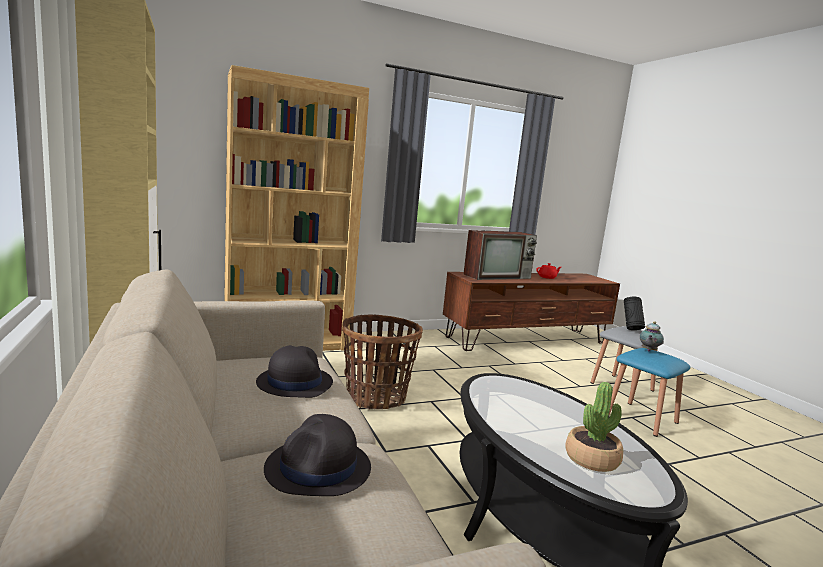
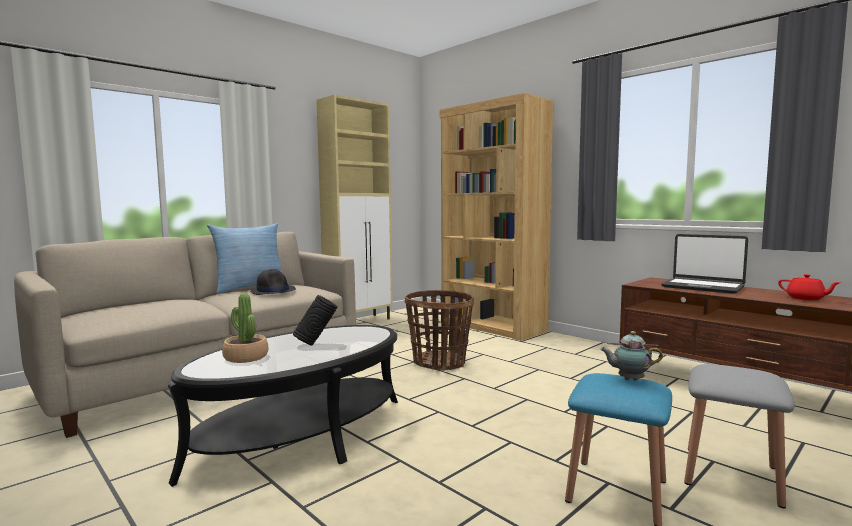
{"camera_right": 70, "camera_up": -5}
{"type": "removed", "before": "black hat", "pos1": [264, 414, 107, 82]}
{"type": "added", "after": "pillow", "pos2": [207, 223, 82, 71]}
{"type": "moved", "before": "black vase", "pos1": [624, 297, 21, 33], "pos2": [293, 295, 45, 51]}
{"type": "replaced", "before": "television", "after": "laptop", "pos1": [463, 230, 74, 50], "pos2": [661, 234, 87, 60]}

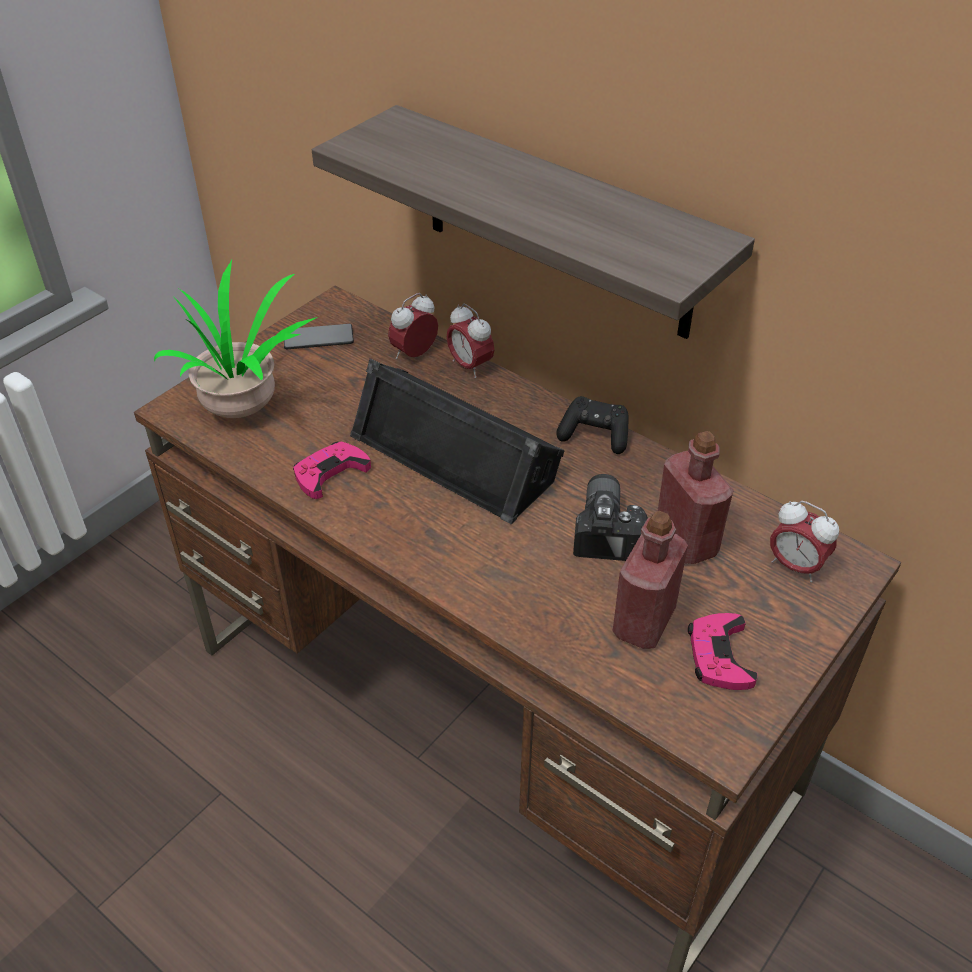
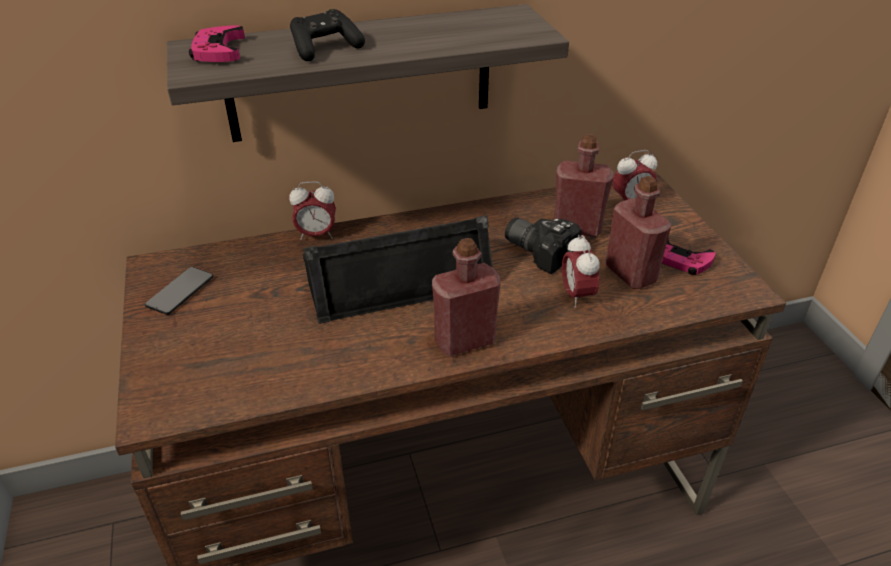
{"camera_right": -55, "camera_up": -5}
{"type": "removed", "before": "potted plant", "pos1": [154, 260, 163, 158]}
{"type": "added", "after": "red bottle", "pos2": [432, 238, 69, 118]}
{"type": "moved", "before": "pink game controller", "pos1": [293, 442, 78, 57], "pos2": [189, 26, 56, 36]}
{"type": "moved", "before": "alarm clock", "pos1": [388, 293, 50, 66], "pos2": [562, 235, 38, 73]}
{"type": "moved", "before": "black game controller", "pos1": [556, 396, 72, 58], "pos2": [290, 9, 75, 52]}

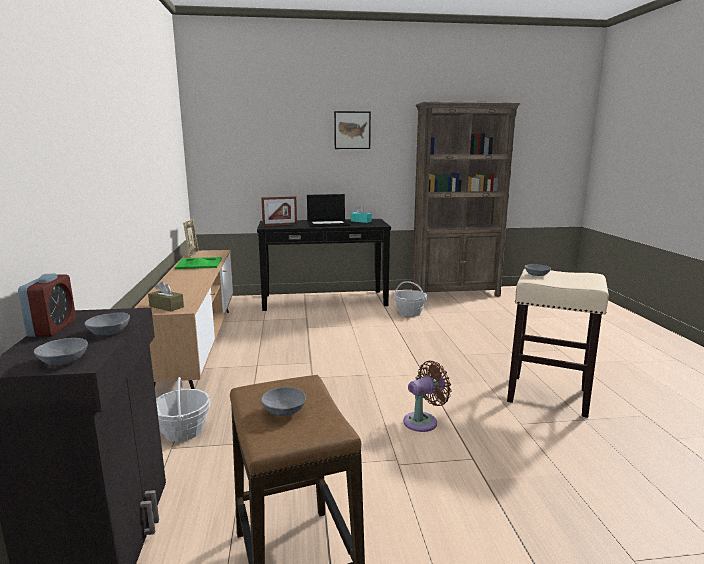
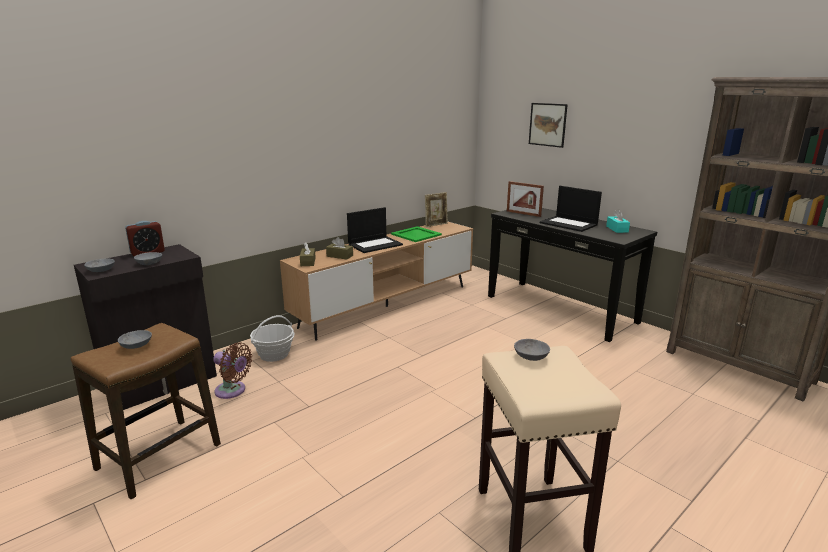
{"camera_right": 55, "camera_up": 5}
{"type": "removed", "before": "basket", "pos1": [394, 281, 33, 35]}
{"type": "added", "after": "brown tissue box", "pos2": [326, 237, 27, 22]}
{"type": "added", "after": "laptop", "pos2": [347, 207, 56, 46]}
{"type": "moved", "before": "picture", "pos1": [334, 111, 37, 38], "pos2": [529, 103, 39, 45]}
{"type": "moved", "before": "brown fan", "pos1": [403, 361, 48, 71], "pos2": [213, 343, 39, 56]}

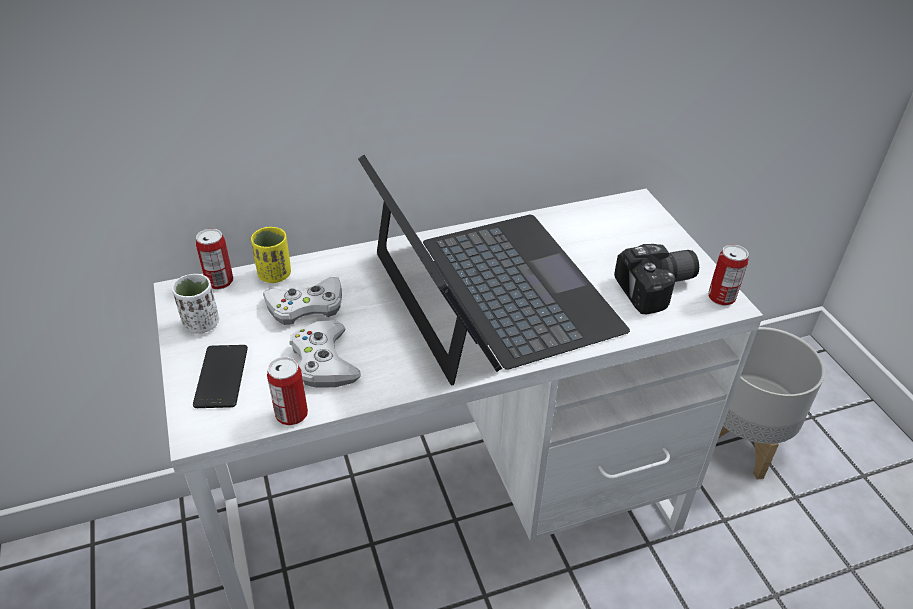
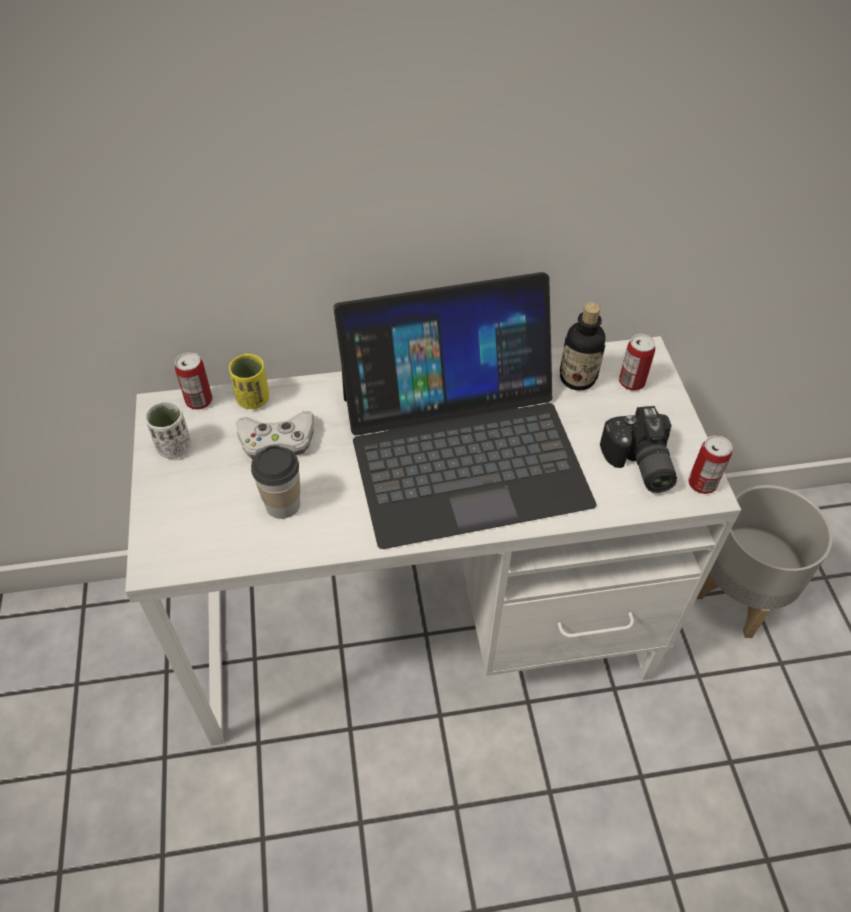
{"camera_right": 10, "camera_up": 10}
{"type": "removed", "before": "phone", "pos1": [193, 345, 55, 63]}
{"type": "added", "after": "bottle", "pos2": [560, 302, 46, 89]}
{"type": "moved", "before": "can", "pos1": [267, 357, 41, 69], "pos2": [619, 334, 36, 57]}
{"type": "replaced", "before": "white game controller", "after": "cup", "pos1": [290, 320, 71, 68], "pos2": [251, 446, 49, 73]}
{"type": "turned", "before": "laptop", "pos1": [358, 155, 272, 230], "pos2": [333, 272, 263, 277], "turn": 90}
{"type": "turned", "before": "photo camera", "pos1": [614, 244, 85, 70], "pos2": [600, 406, 77, 87], "turn": 90}

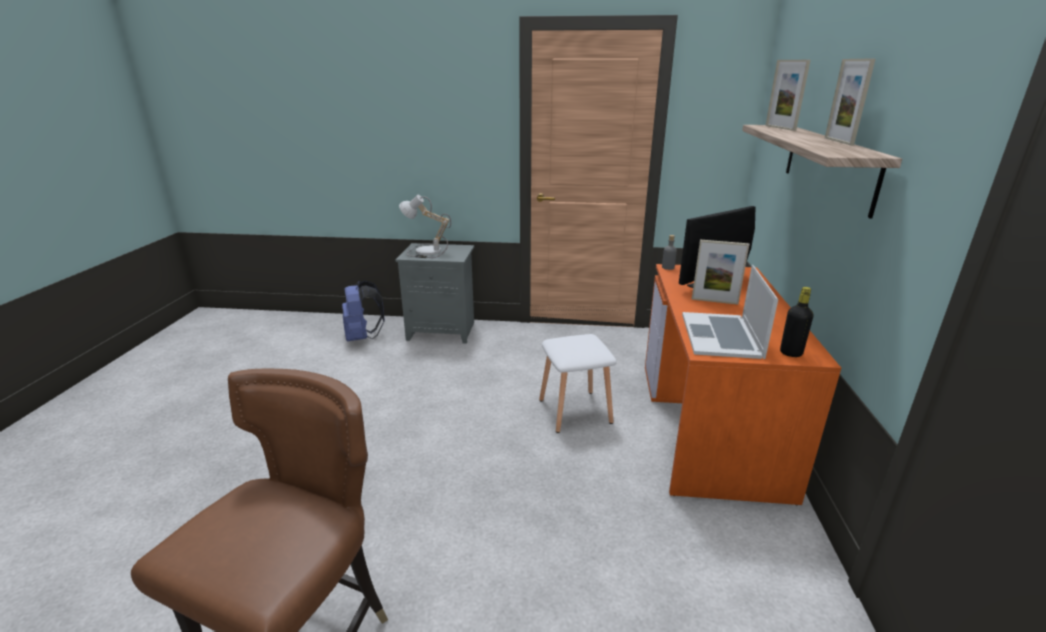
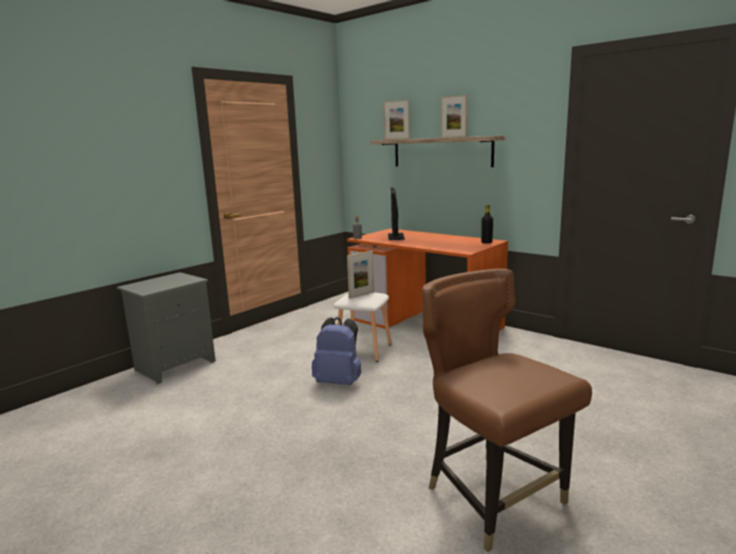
{"camera_right": -55, "camera_up": -10}
{"type": "removed", "before": "table lamp", "pos1": [399, 195, 52, 63]}
{"type": "removed", "before": "laptop", "pos1": [682, 265, 96, 94]}
{"type": "moved", "before": "blue backpack", "pos1": [342, 280, 43, 61], "pos2": [312, 317, 49, 68]}
{"type": "moved", "before": "picture frame", "pos1": [692, 240, 57, 65], "pos2": [347, 251, 27, 47]}

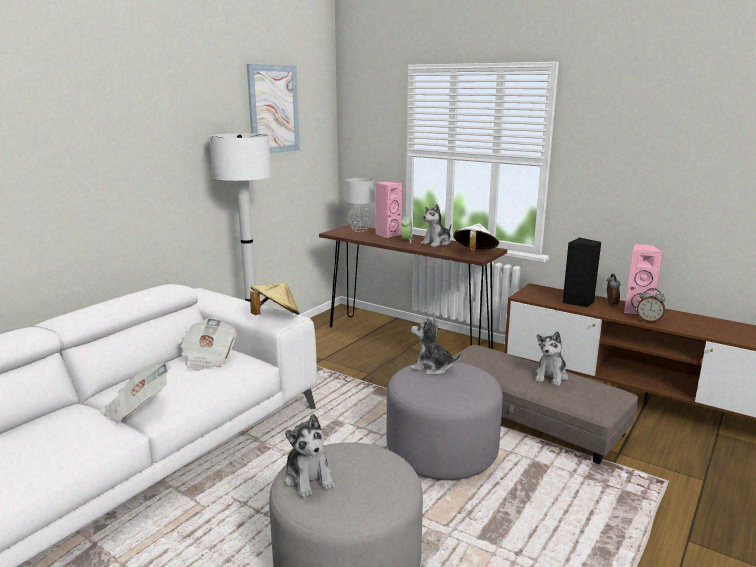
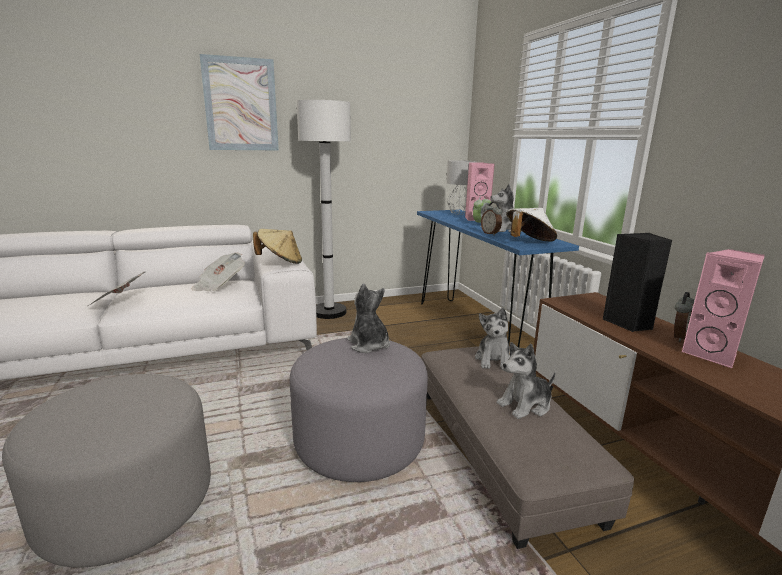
{"camera_right": 35, "camera_up": 0}
{"type": "moved", "before": "picture", "pos1": [247, 64, 53, 90], "pos2": [200, 54, 79, 96]}
{"type": "moved", "before": "plush toy", "pos1": [284, 414, 51, 84], "pos2": [475, 308, 35, 62]}
{"type": "moved", "before": "alarm clock", "pos1": [637, 288, 28, 35], "pos2": [481, 202, 21, 34]}
{"type": "recoloured", "before": "brown console table", "after": "blue console table", "pos1": [319, 225, 188, 124], "pos2": [417, 210, 162, 138]}

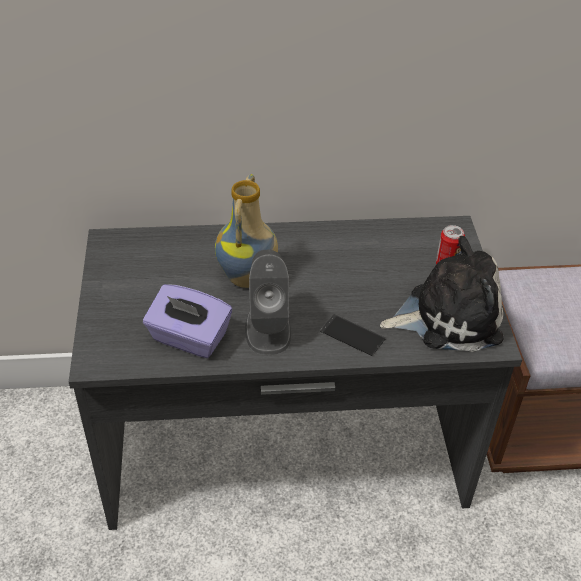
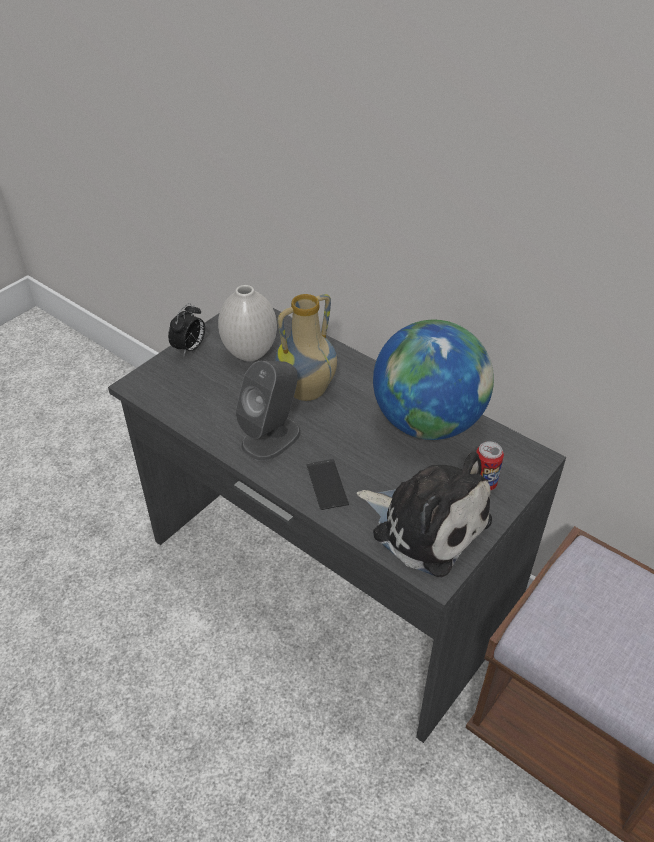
{"camera_right": 45, "camera_up": 0}
{"type": "removed", "before": "purple tissue box", "pos1": [143, 284, 89, 74]}
{"type": "added", "after": "alarm clock", "pos2": [168, 303, 37, 52]}
{"type": "added", "after": "white vase", "pos2": [218, 285, 59, 77]}
{"type": "added", "after": "globe", "pos2": [373, 320, 121, 120]}

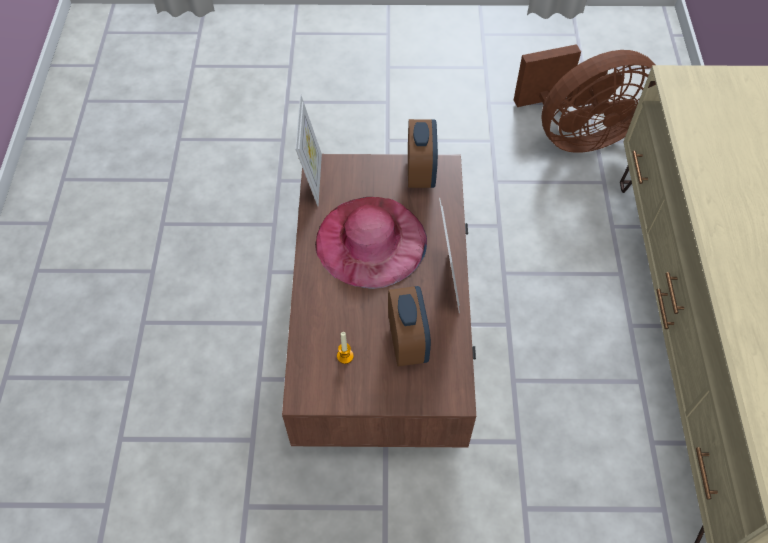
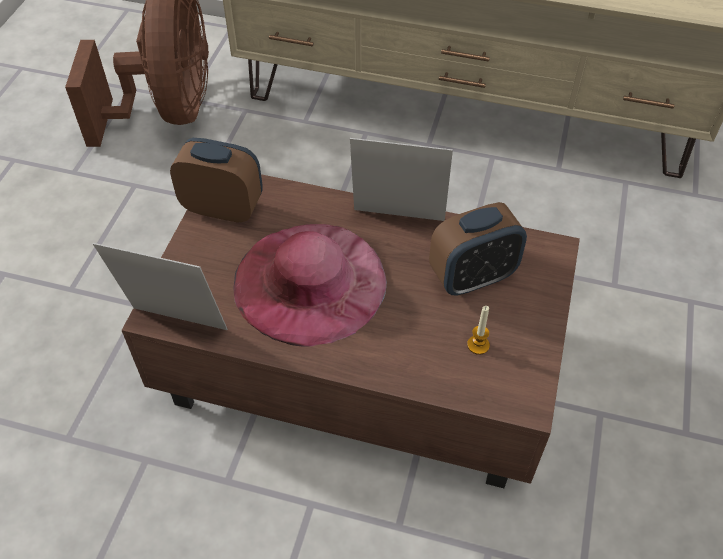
{"camera_right": -75, "camera_up": -5}
{"type": "turned", "before": "alarm clock", "pos1": [388, 286, 43, 81], "pos2": [429, 202, 98, 94], "turn": 150}

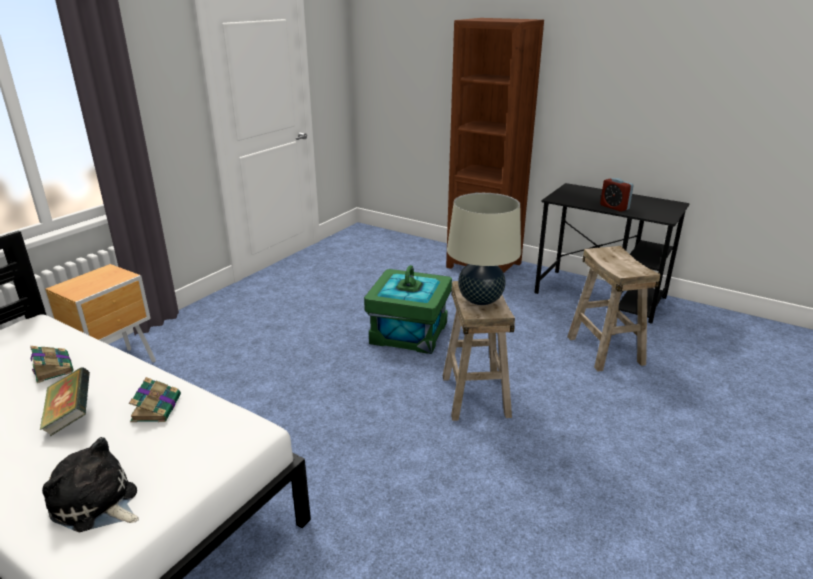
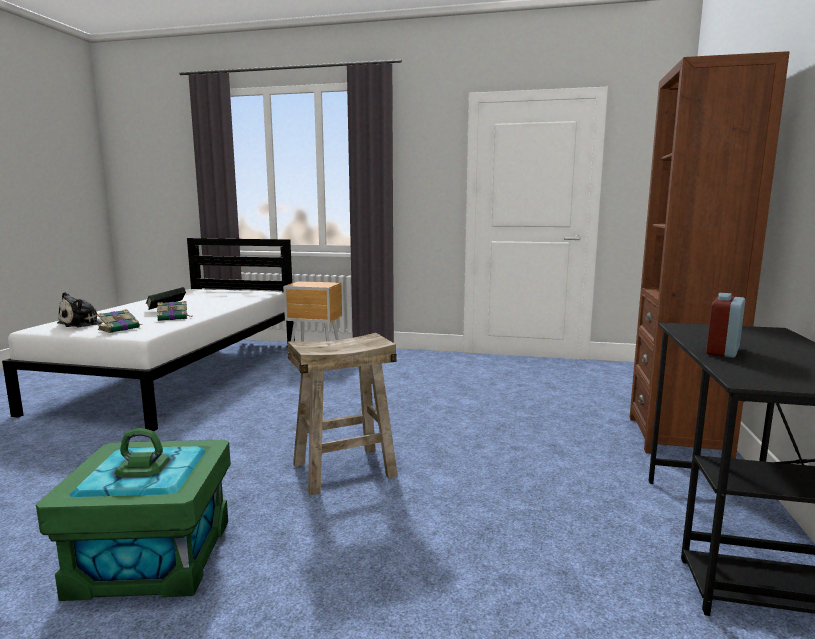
{"camera_right": 70, "camera_up": -15}
{"type": "removed", "before": "beige table lamp", "pos1": [447, 193, 74, 112]}
{"type": "removed", "before": "beige stool", "pos1": [567, 246, 94, 126]}
{"type": "moved", "before": "book", "pos1": [30, 346, 43, 37], "pos2": [97, 309, 46, 24]}
{"type": "moved", "before": "green storage box", "pos1": [364, 265, 88, 89], "pos2": [36, 428, 195, 173]}
{"type": "turned", "before": "plush toy", "pos1": [42, 437, 97, 95], "pos2": [57, 292, 46, 35], "turn": -150}

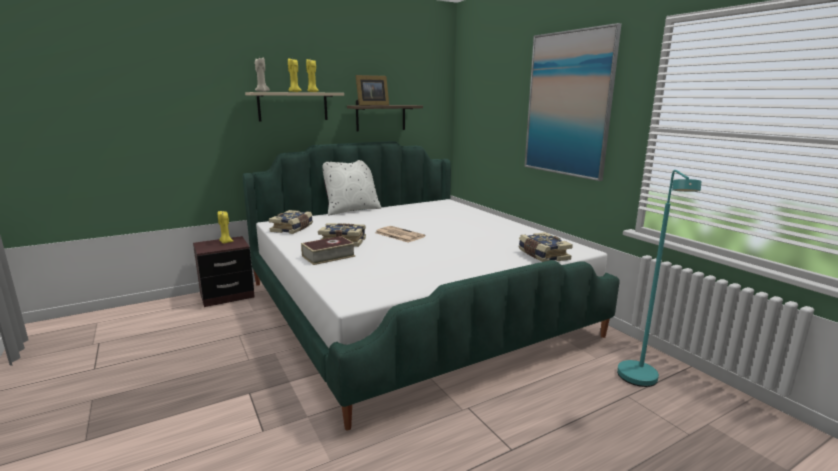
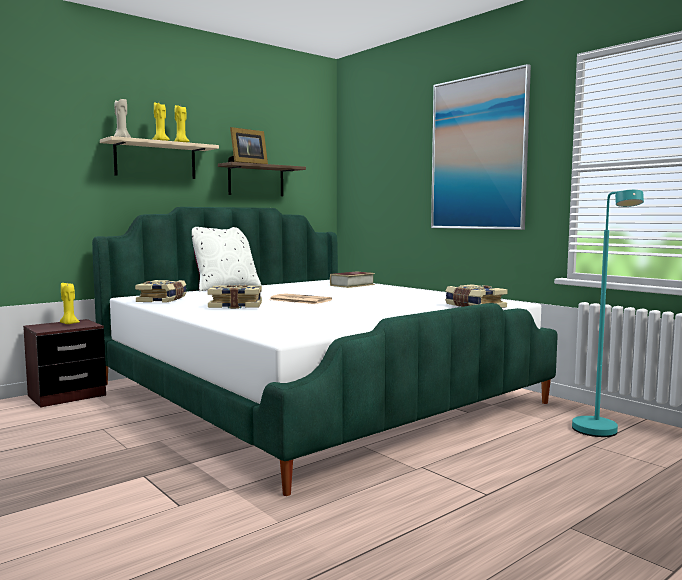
{"camera_right": -10, "camera_up": -10}
{"type": "moved", "before": "book", "pos1": [301, 236, 54, 29], "pos2": [330, 271, 45, 17]}

